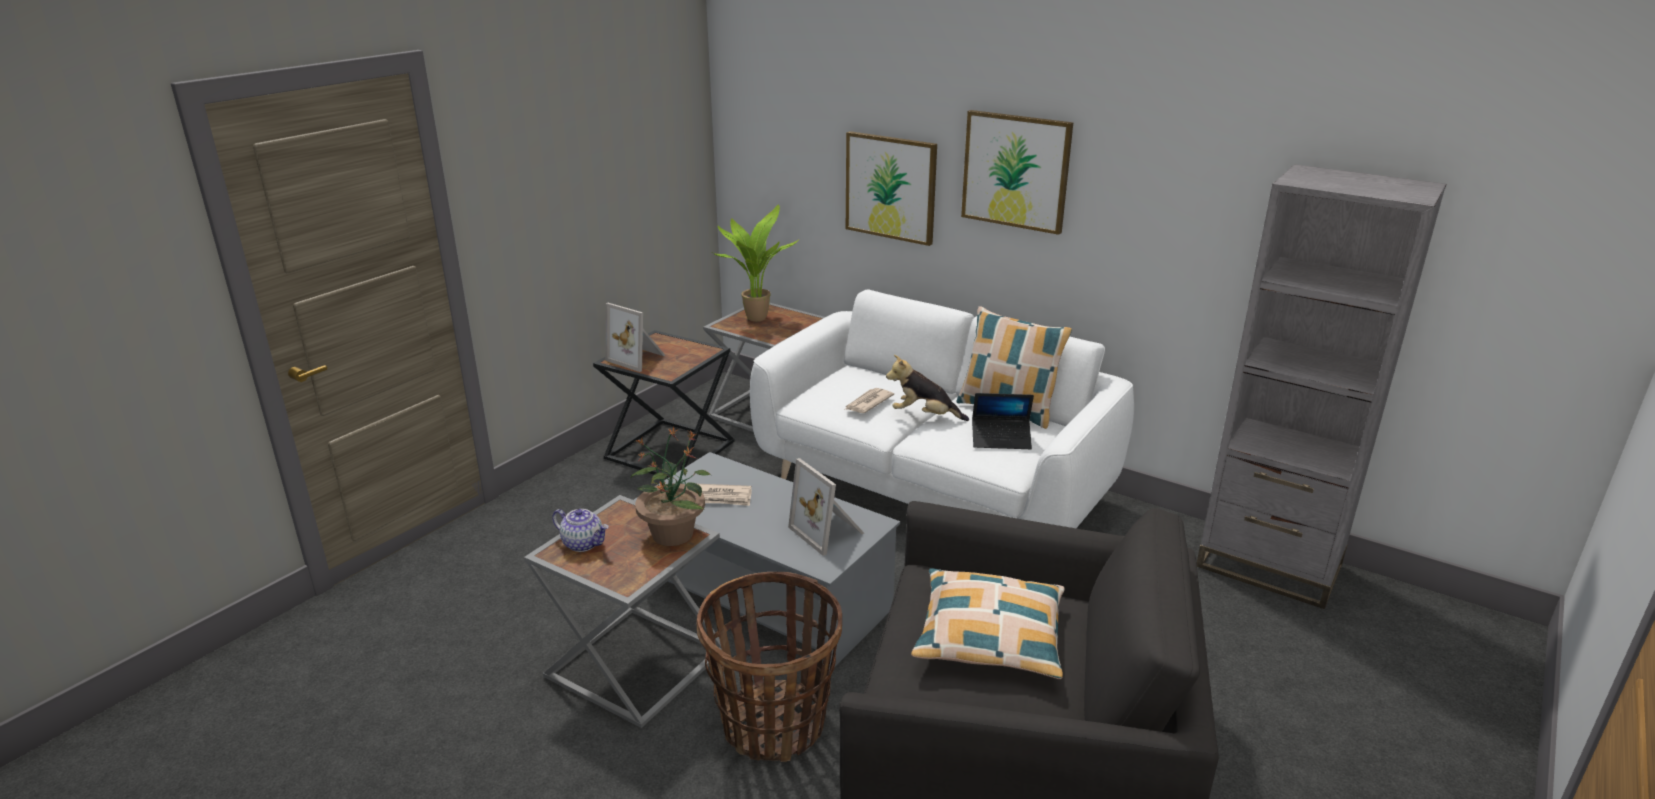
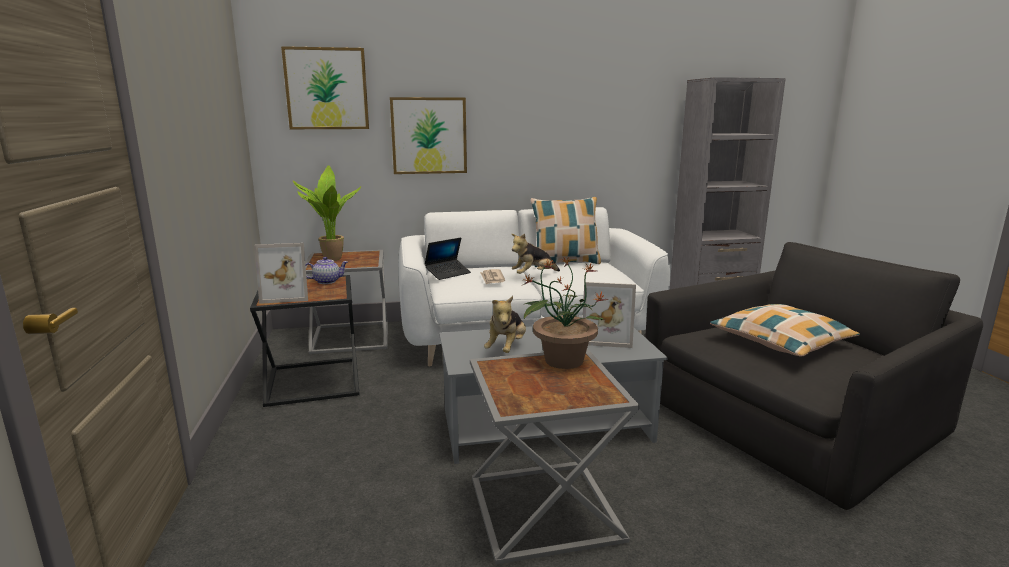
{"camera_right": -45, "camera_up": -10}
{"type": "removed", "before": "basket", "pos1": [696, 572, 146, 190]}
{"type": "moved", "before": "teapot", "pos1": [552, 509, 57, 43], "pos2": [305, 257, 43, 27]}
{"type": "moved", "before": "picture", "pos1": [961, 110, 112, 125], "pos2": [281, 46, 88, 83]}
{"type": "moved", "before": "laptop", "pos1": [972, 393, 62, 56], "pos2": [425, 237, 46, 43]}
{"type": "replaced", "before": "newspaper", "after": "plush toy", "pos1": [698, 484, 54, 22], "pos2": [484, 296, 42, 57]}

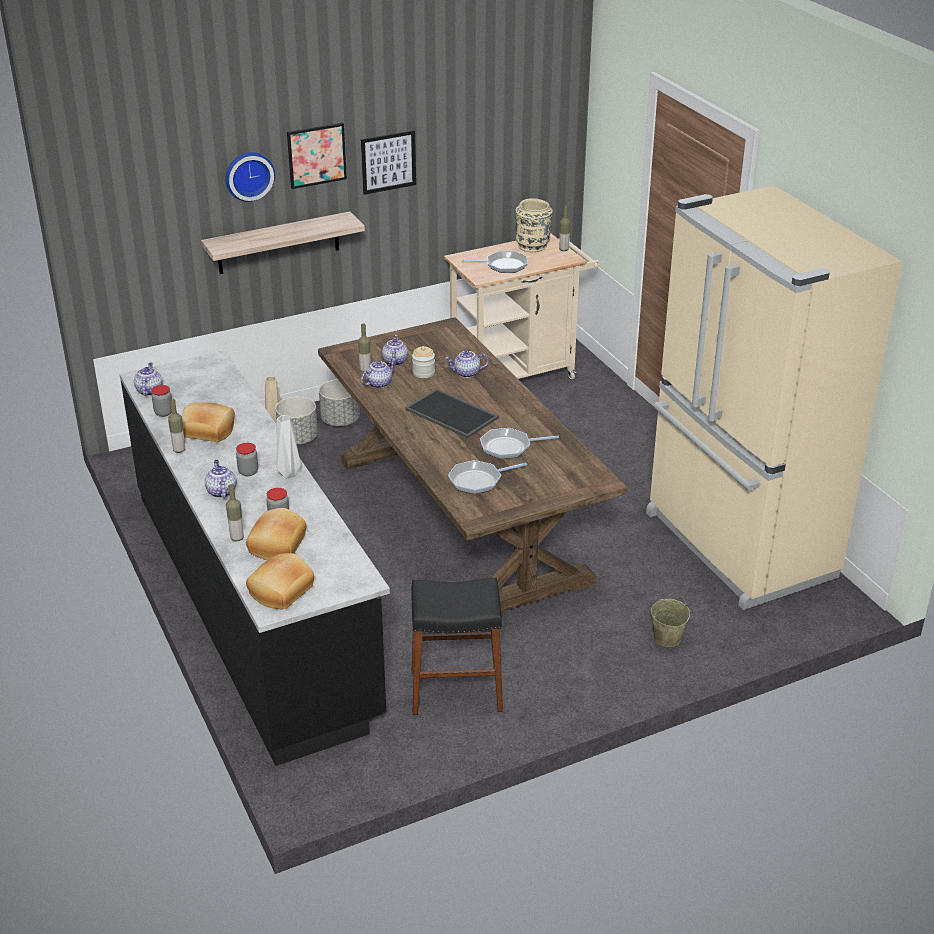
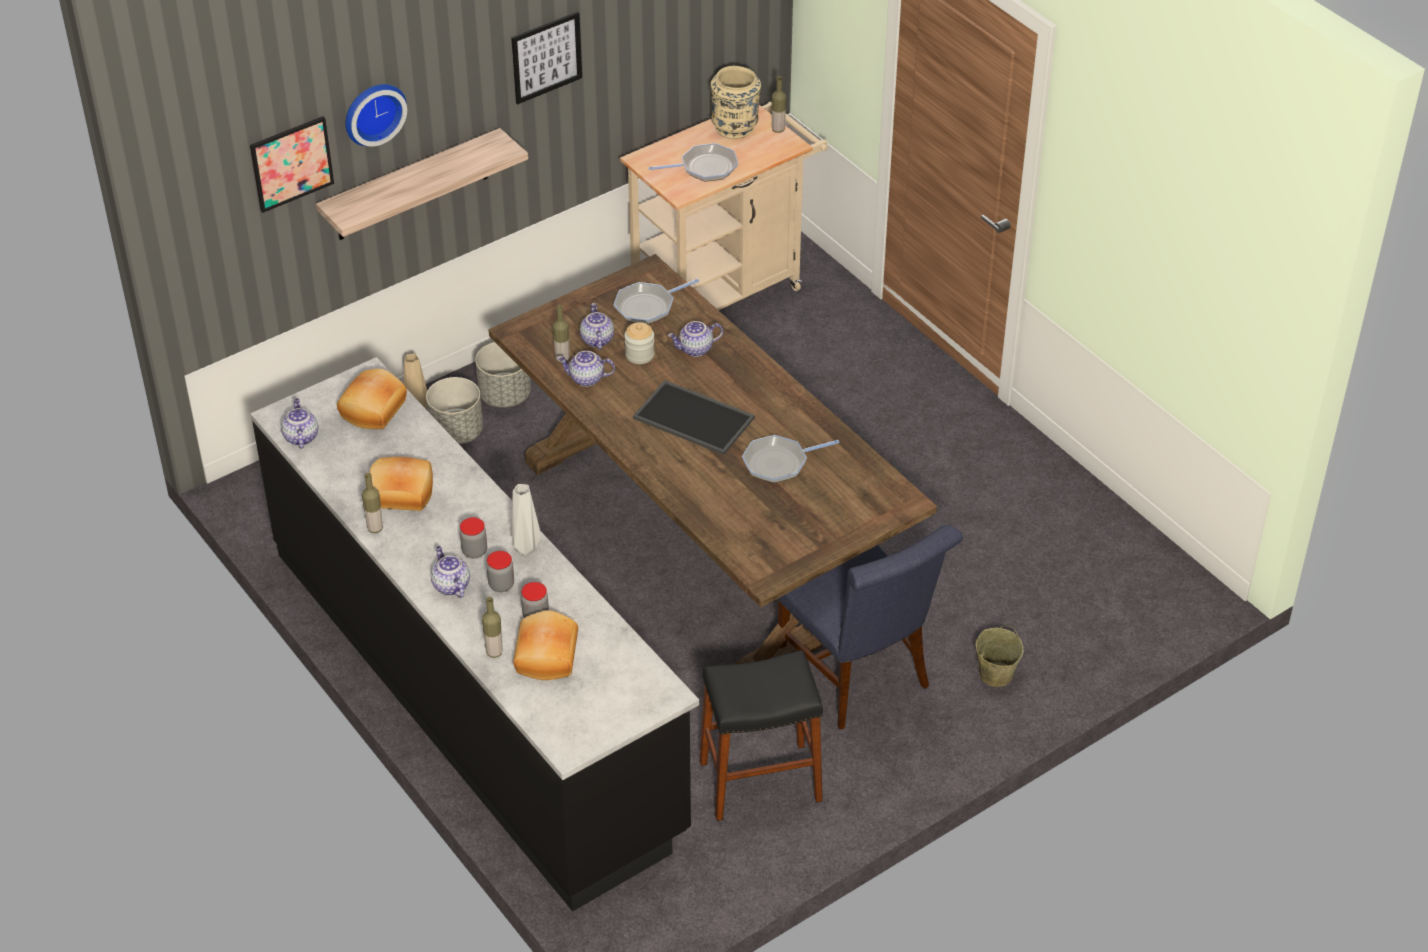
{"camera_right": -10, "camera_up": 10}
{"type": "removed", "before": "beige fridge", "pos1": [646, 186, 256, 424]}
{"type": "added", "after": "blue chair", "pos2": [777, 525, 186, 205]}
{"type": "moved", "before": "jar", "pos1": [151, 385, 21, 32], "pos2": [487, 551, 27, 41]}
{"type": "moved", "before": "bread", "pos1": [246, 553, 68, 57], "pos2": [337, 369, 70, 60]}
{"type": "moved", "before": "picture", "pos1": [287, 123, 60, 66], "pos2": [250, 116, 84, 97]}
{"type": "moved", "before": "frying pan", "pos1": [448, 460, 79, 34], "pos2": [614, 279, 85, 45]}
{"type": "turned", "before": "teapot", "pos1": [361, 359, 34, 29], "pos2": [557, 351, 58, 36], "turn": -120}

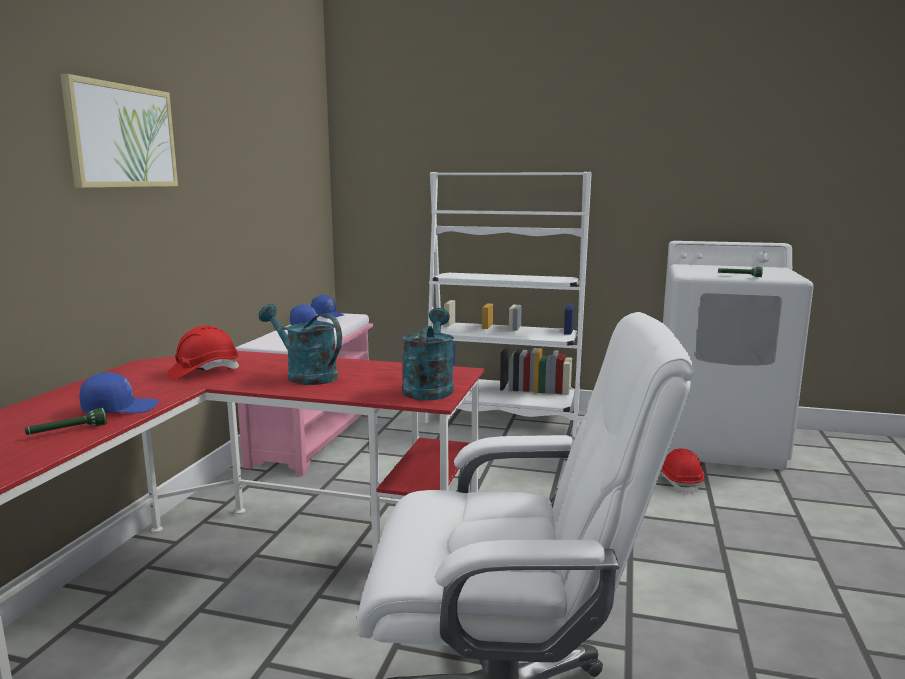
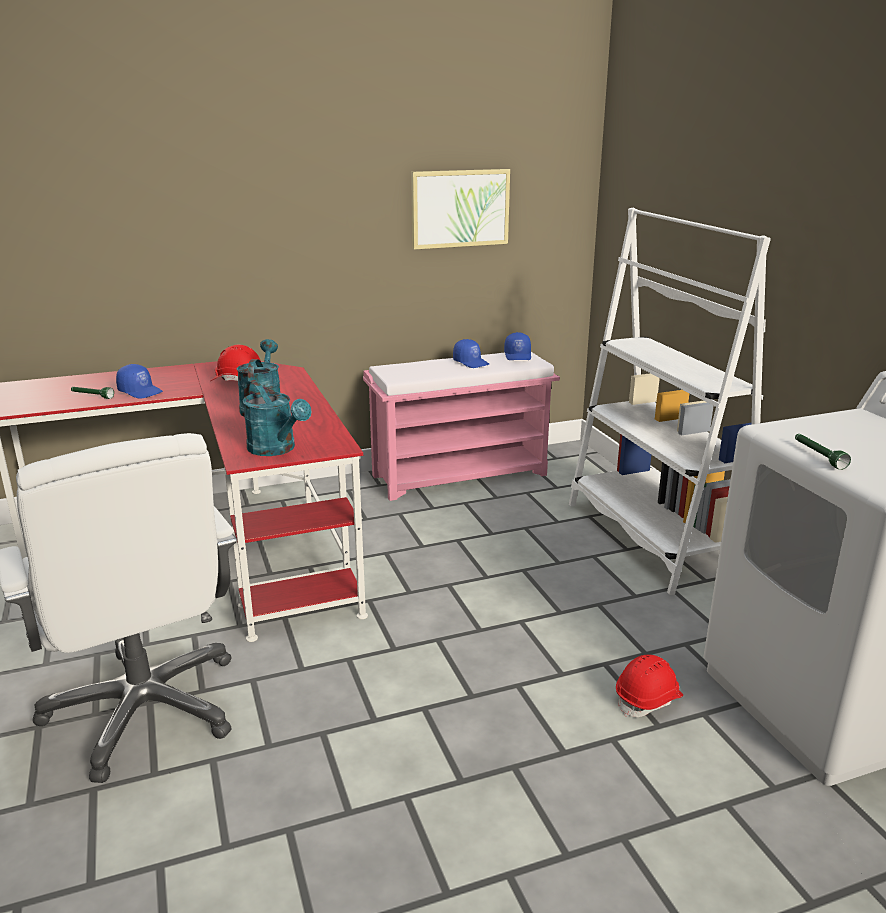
{"camera_right": 55, "camera_up": 10}
{"type": "moved", "before": "picture", "pos1": [60, 74, 118, 114], "pos2": [411, 169, 99, 81]}
{"type": "turned", "before": "turquoise watering can", "pos1": [402, 308, 52, 92], "pos2": [243, 380, 68, 76], "turn": 75}

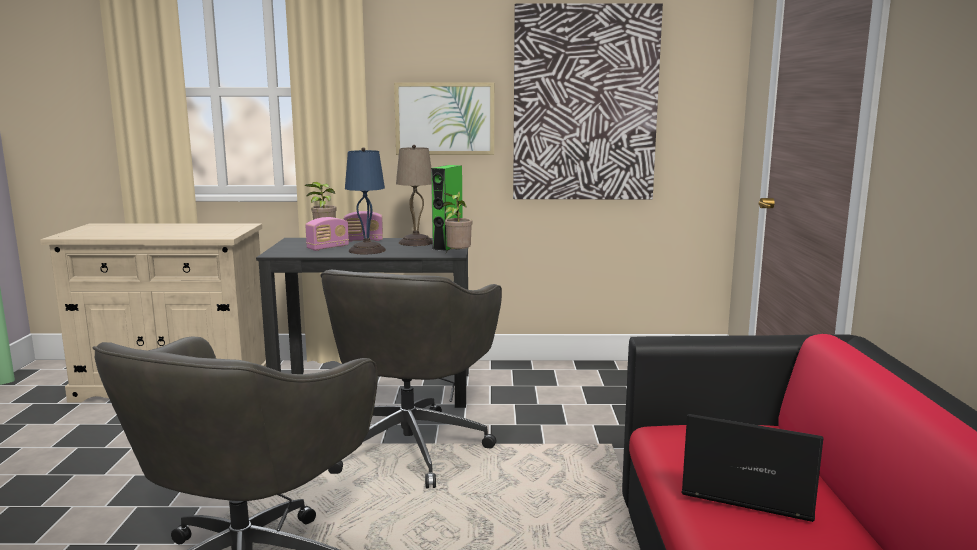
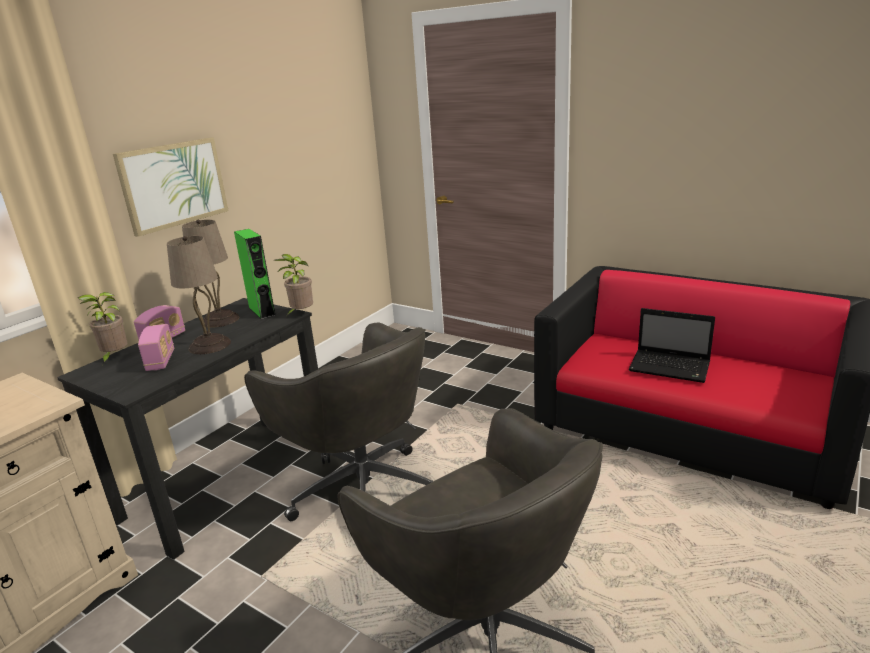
{"camera_right": -55, "camera_up": 10}
{"type": "removed", "before": "picture", "pos1": [513, 3, 150, 196]}
{"type": "recoloured", "before": "blue table lamp", "after": "beige table lamp", "pos1": [345, 147, 41, 107], "pos2": [167, 236, 64, 118]}
{"type": "turned", "before": "laptop", "pos1": [681, 414, 142, 108], "pos2": [628, 308, 87, 75], "turn": -120}

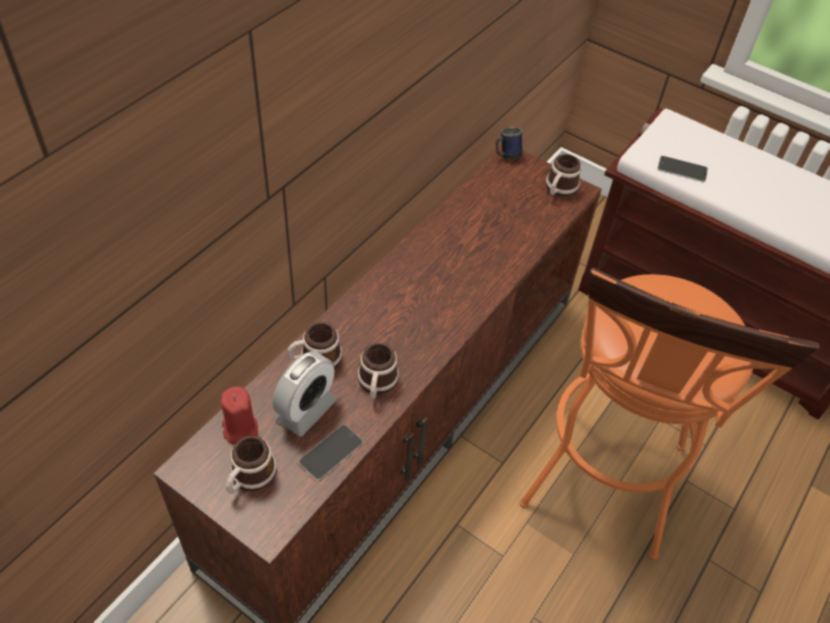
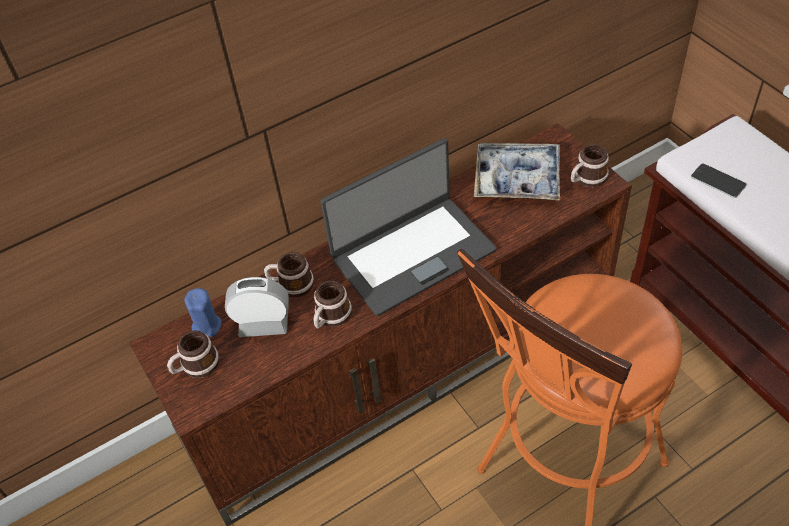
{"camera_right": 30, "camera_up": 0}
{"type": "removed", "before": "phone", "pos1": [299, 425, 64, 56]}
{"type": "removed", "before": "blue mug", "pos1": [496, 127, 27, 32]}
{"type": "added", "after": "laptop", "pos2": [320, 138, 177, 178]}
{"type": "added", "after": "tray", "pos2": [474, 143, 86, 58]}
{"type": "recoloured", "before": "red candle", "after": "blue candle", "pos1": [221, 387, 37, 58], "pos2": [184, 288, 37, 49]}
{"type": "turned", "before": "alarm clock", "pos1": [273, 351, 63, 86], "pos2": [225, 277, 64, 60], "turn": -150}

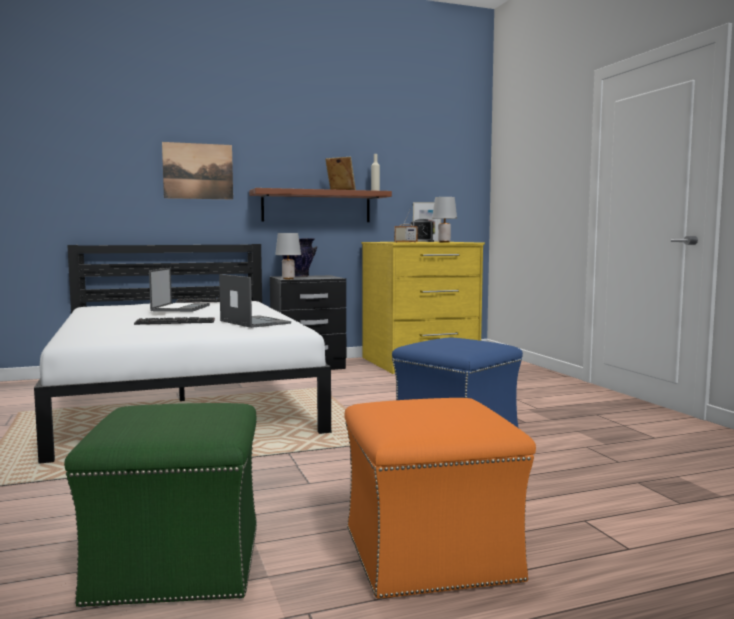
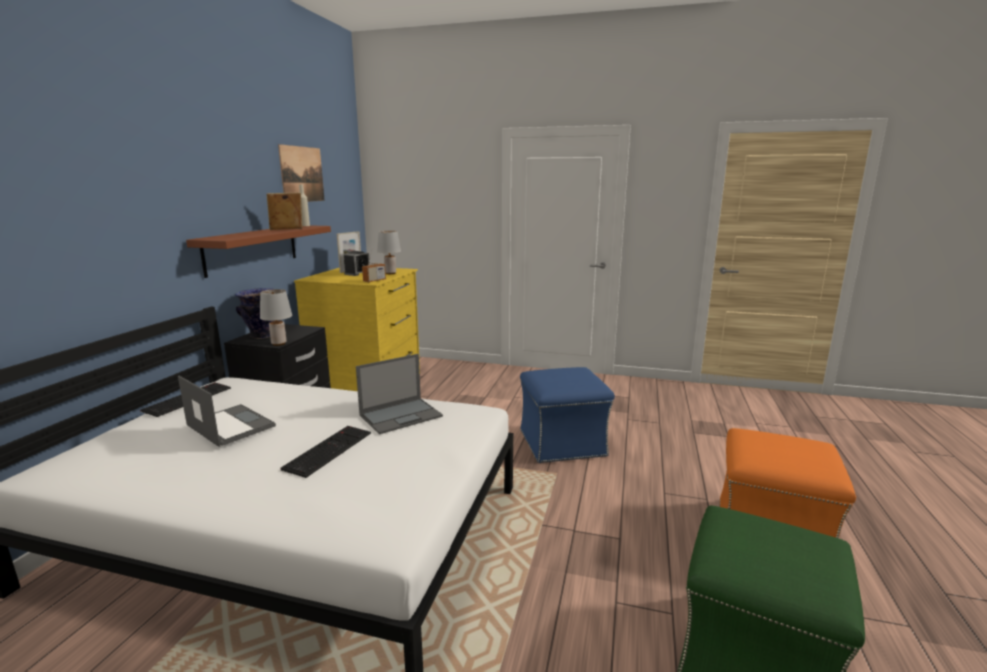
{"camera_right": -55, "camera_up": 10}
{"type": "moved", "before": "picture", "pos1": [162, 142, 71, 57], "pos2": [278, 144, 47, 58]}
{"type": "turned", "before": "laptop", "pos1": [219, 274, 72, 54], "pos2": [356, 354, 87, 80], "turn": 150}

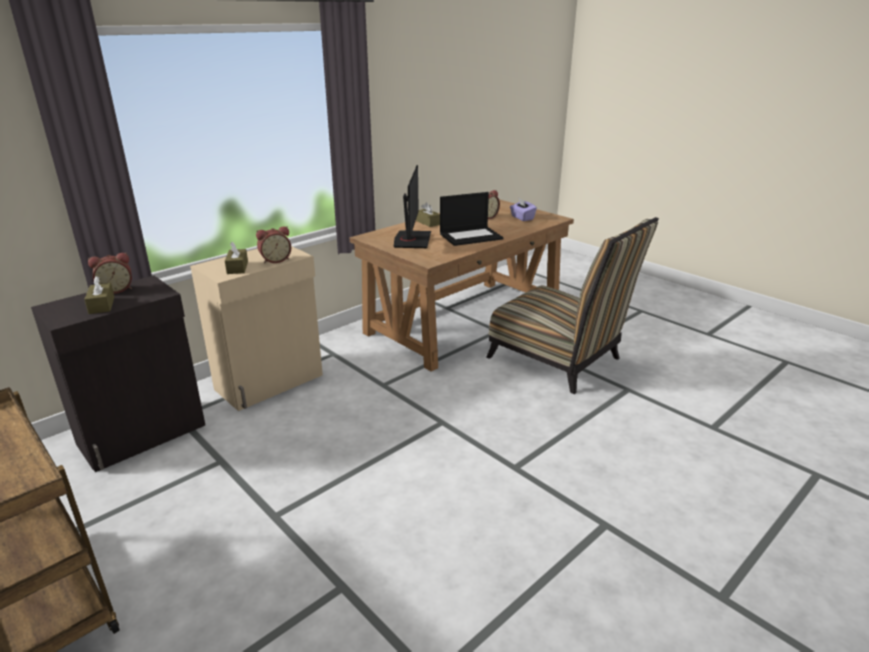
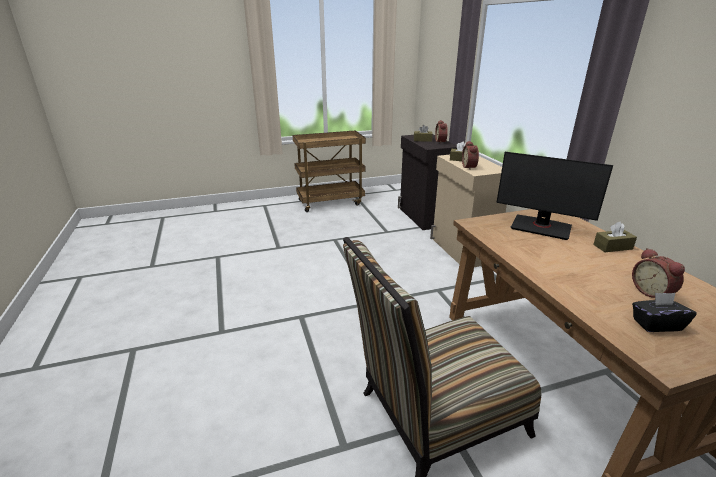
{"camera_right": 115, "camera_up": 0}
{"type": "removed", "before": "laptop", "pos1": [440, 192, 64, 54]}
{"type": "recoloured", "before": "purple tissue box", "after": "black tissue box", "pos1": [510, 199, 27, 22], "pos2": [632, 293, 64, 39]}

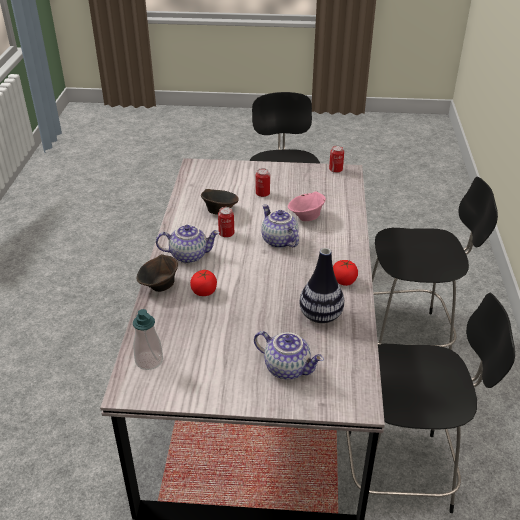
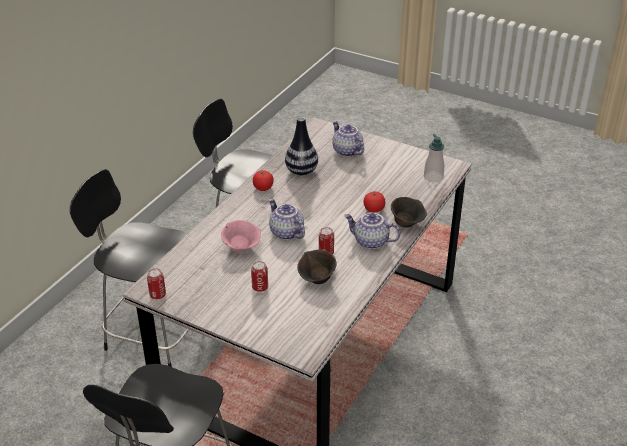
{"camera_right": -155, "camera_up": 0}
{"type": "turned", "before": "teapot", "pos1": [261, 204, 38, 44], "pos2": [269, 199, 36, 41], "turn": 150}

